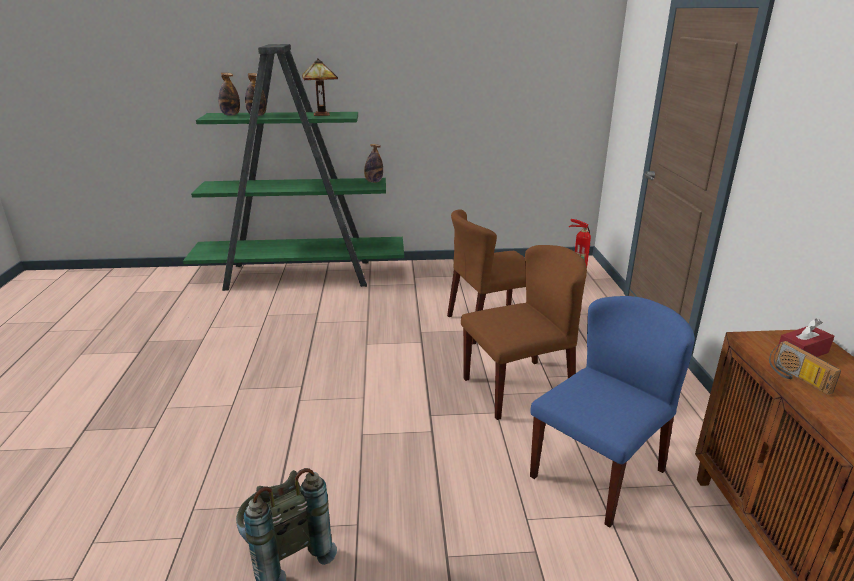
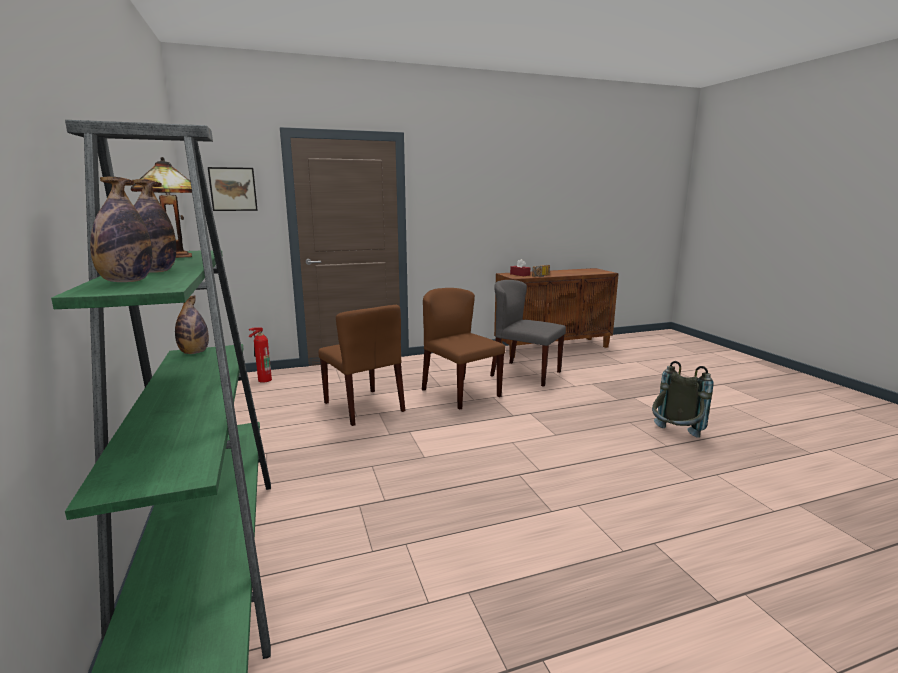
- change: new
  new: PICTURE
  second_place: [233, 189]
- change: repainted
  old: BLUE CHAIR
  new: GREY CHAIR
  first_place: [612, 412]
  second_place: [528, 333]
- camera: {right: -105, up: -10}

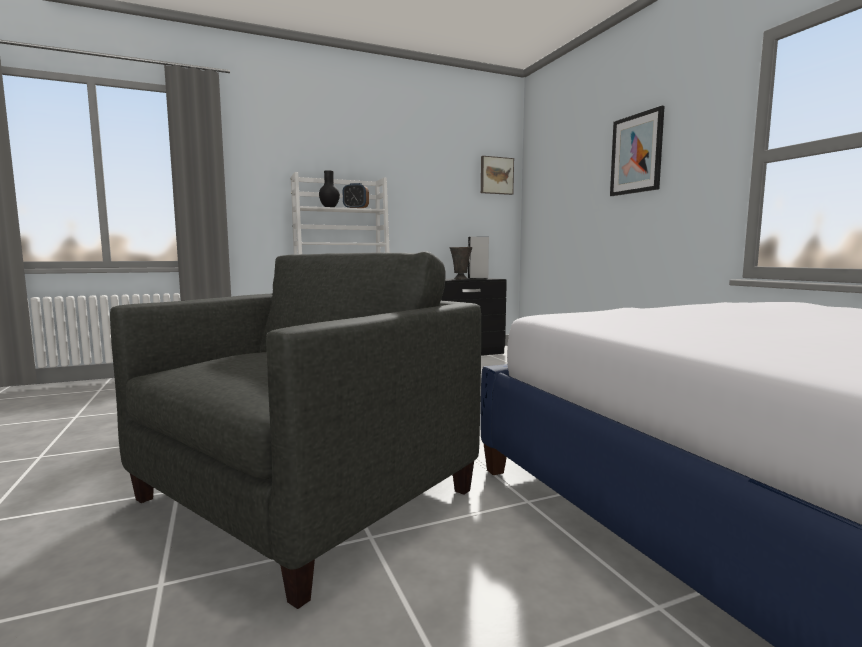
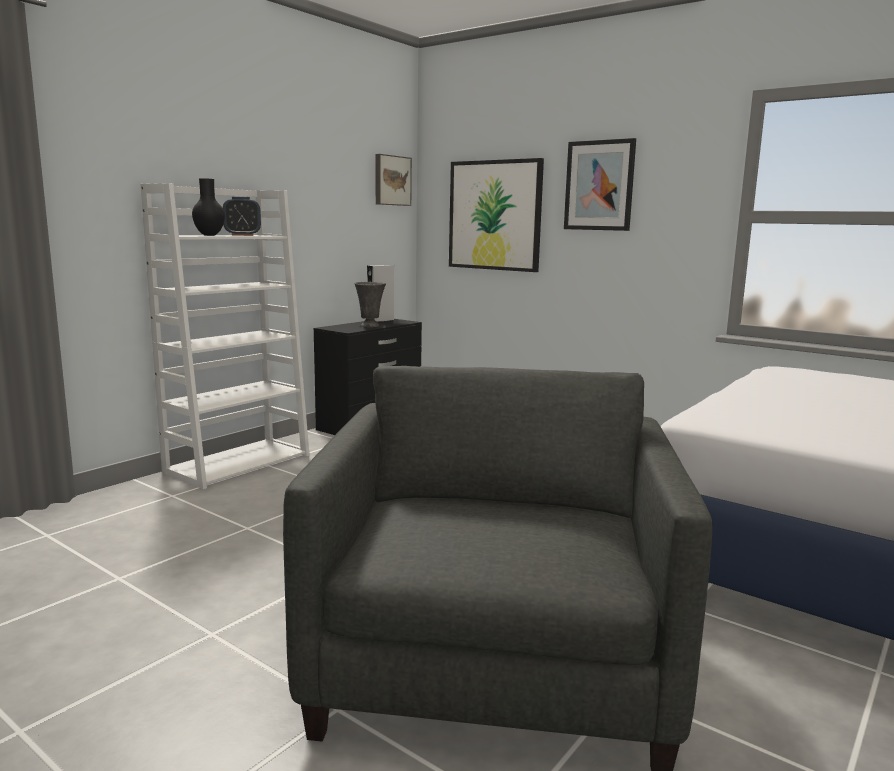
- change: new
  new: PICTURE
  second_place: [496, 215]
- camera: {right: -30, up: 5}

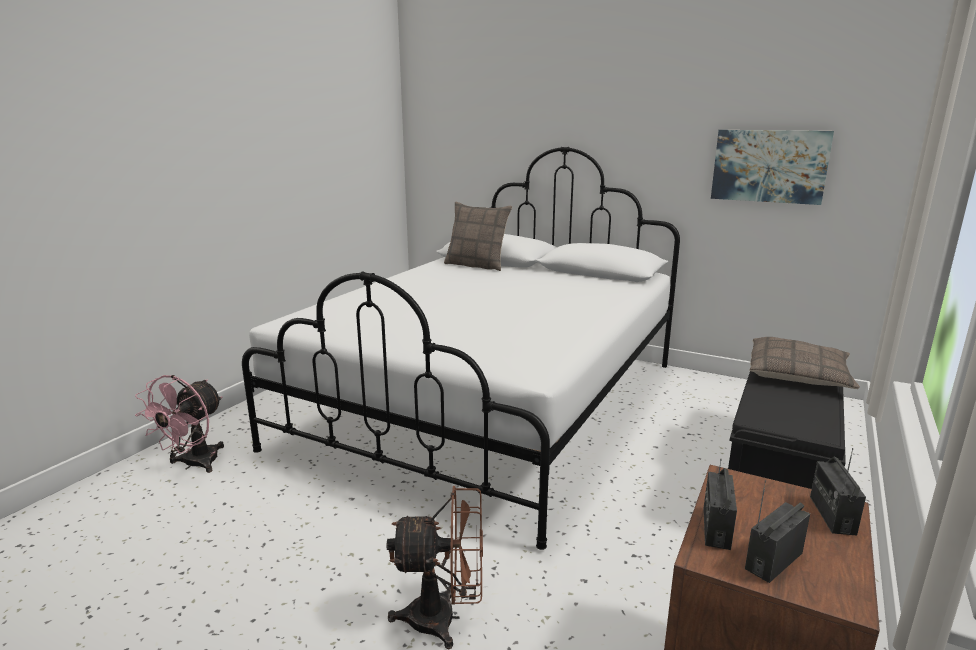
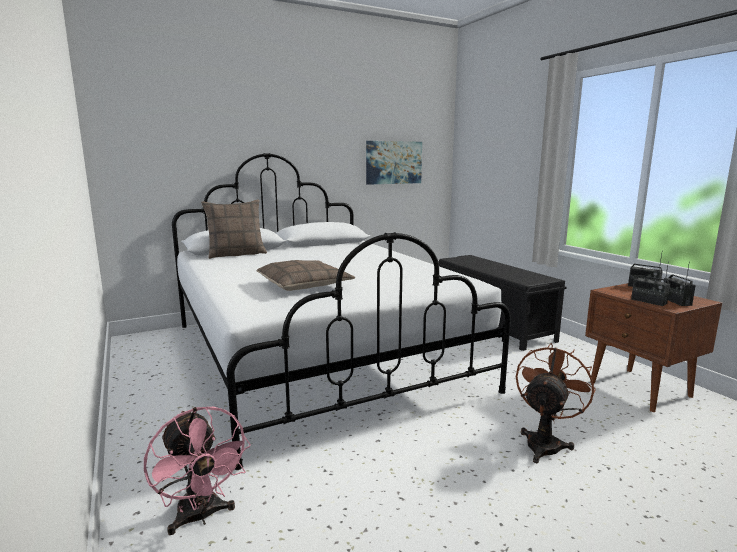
- change: shifted
  old: PILLOW
  first_place: [804, 363]
  second_place: [306, 275]
- camera: {right: -55, up: -5}

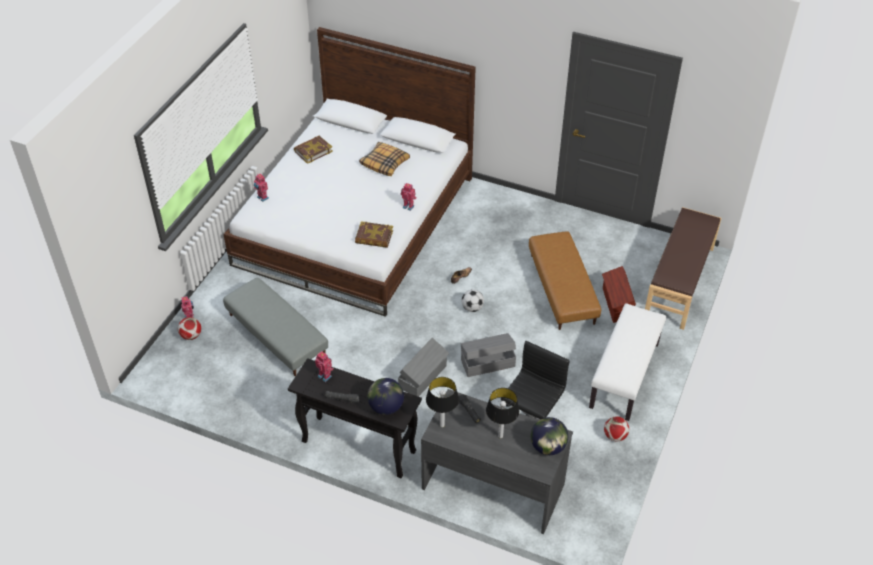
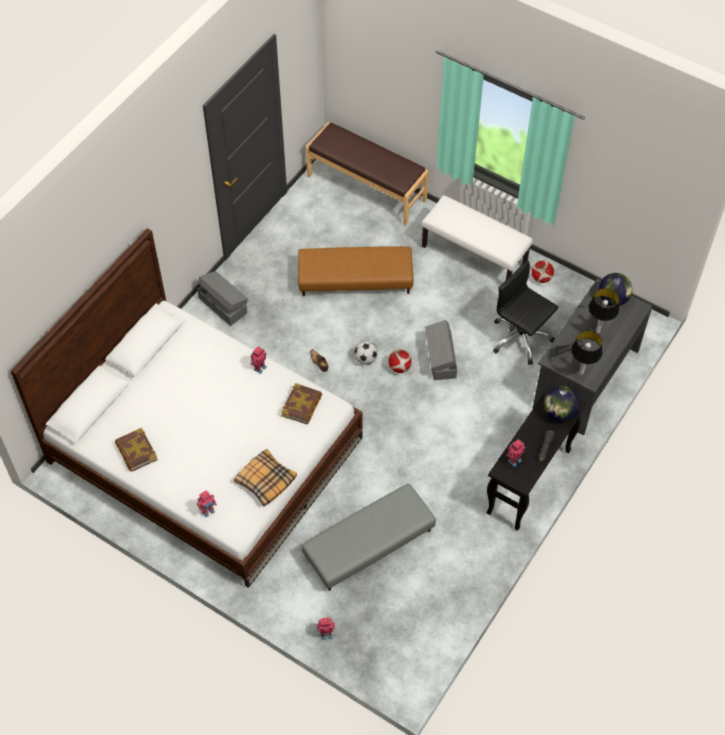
- change: shifted
  old: GREY STORAGE BOX
  first_place: [423, 367]
  second_place: [222, 298]
- change: shifted
  old: PILLOW
  first_place: [384, 159]
  second_place: [265, 478]
- change: shifted
  old: FOOTBALL
  first_place: [189, 328]
  second_place: [400, 361]
- change: gone
  old: BROWN STORAGE BOX
  first_place: [619, 294]
- camera: {right: -80, up: 10}

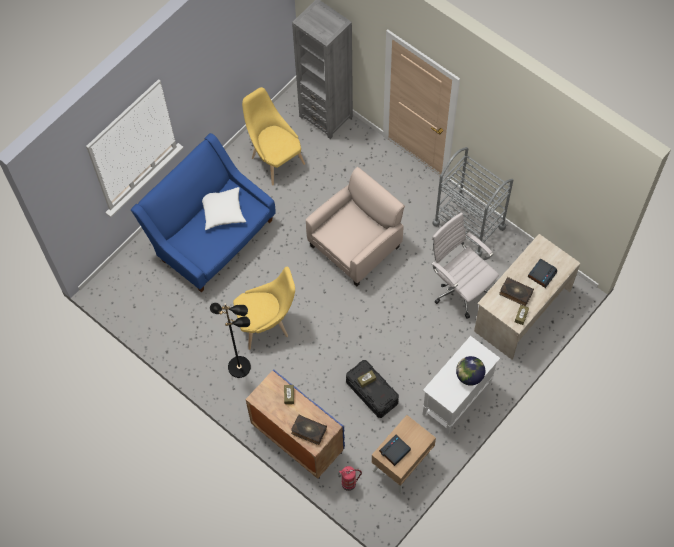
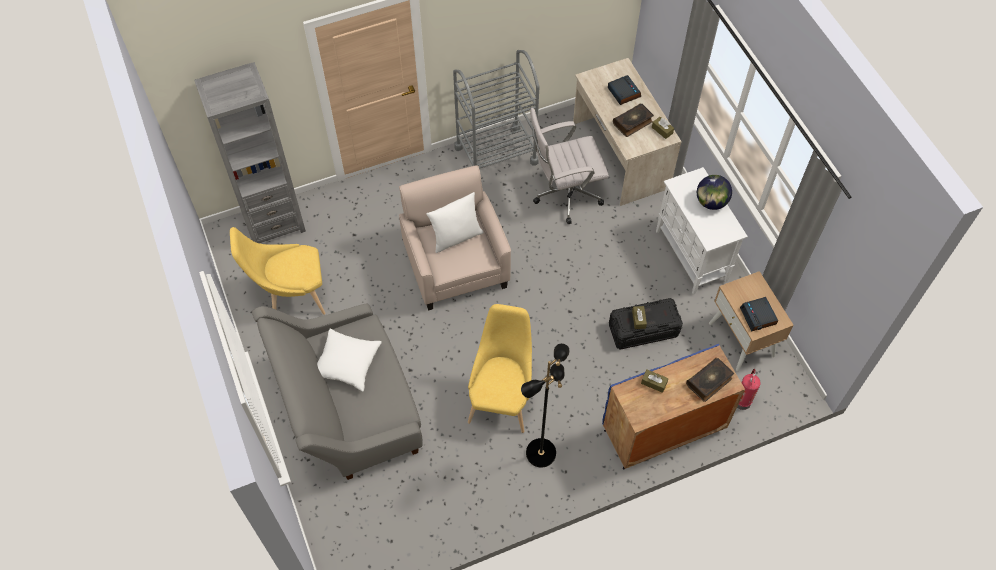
- change: repainted
  old: BLUE SOFA
  new: GREY SOFA
  first_place: [203, 213]
  second_place: [337, 392]
- change: new
  new: WHITE PILLOW
  second_place: [455, 222]
- camera: {right: -65, up: -5}

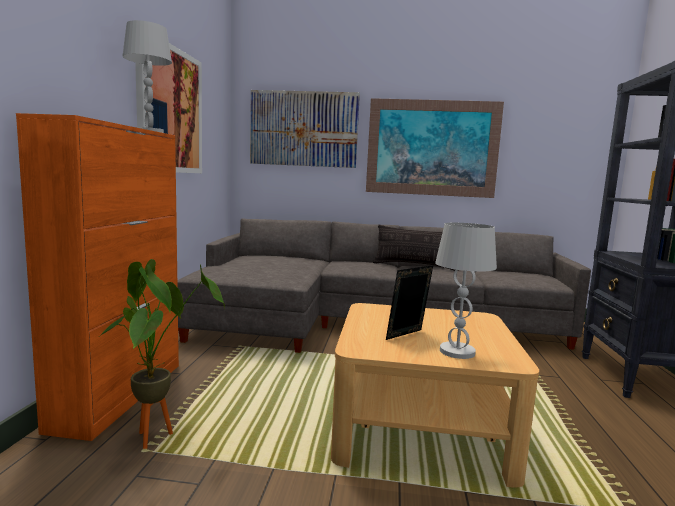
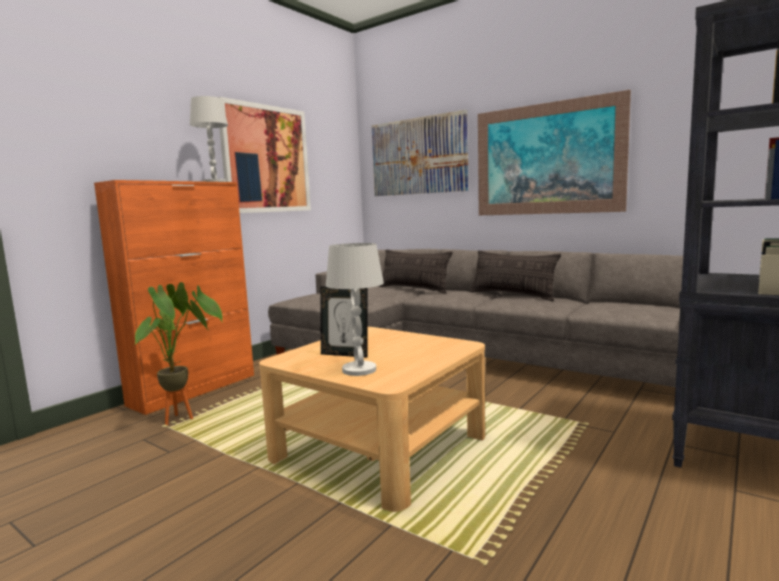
- change: rotated
  old: PICTURE FRAME
  first_place: [409, 302]
  second_place: [344, 322]
  degrees: -150
- change: new
  new: PILLOW
  second_place: [415, 271]
- camera: {right: 30, up: 0}

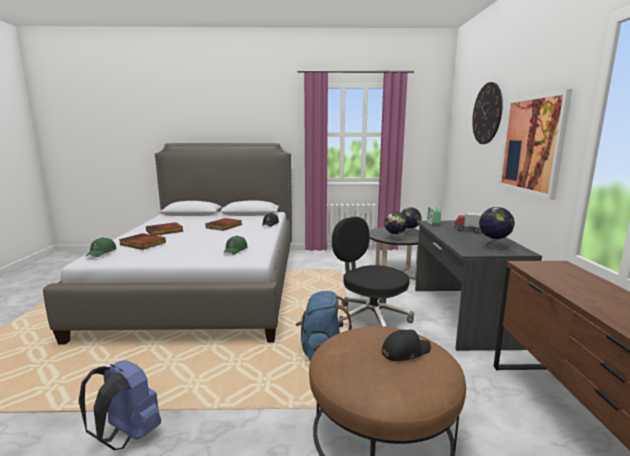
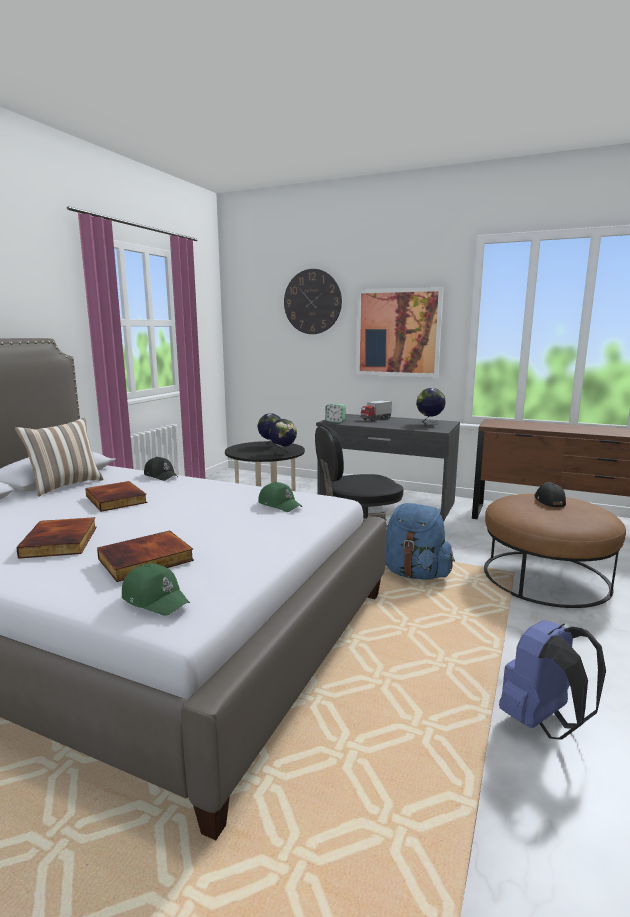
- change: new
  new: PILLOW
  second_place: [59, 457]
- camera: {right: -65, up: 0}

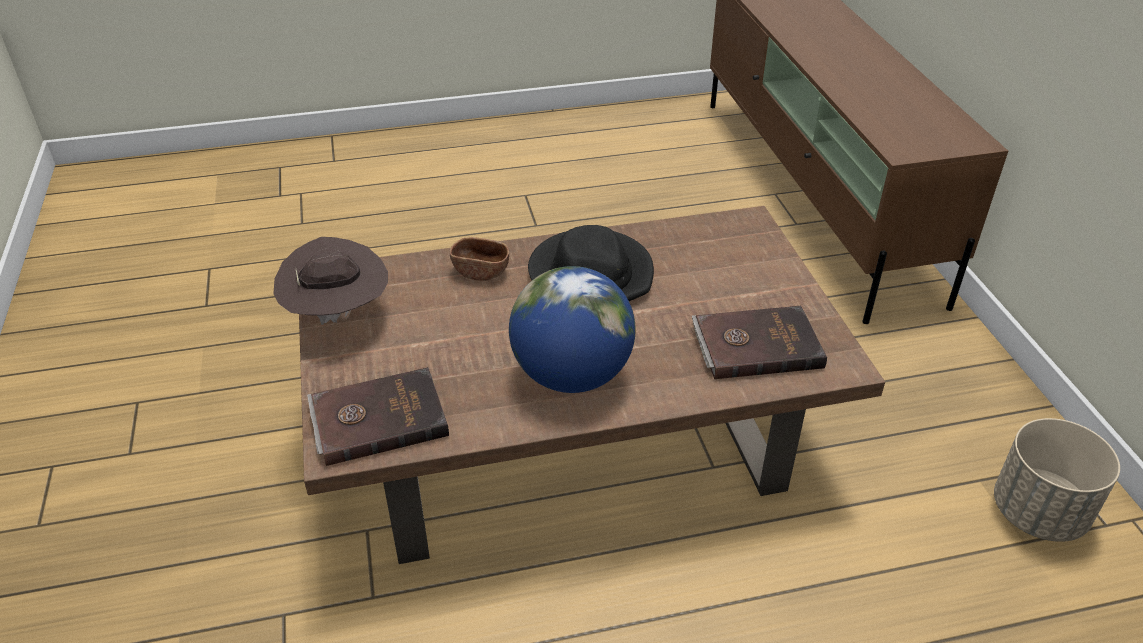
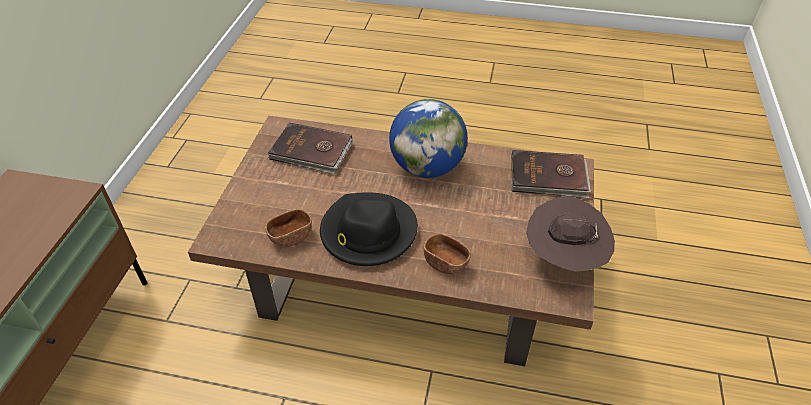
- change: new
  new: BROWN BOWL
  second_place: [288, 228]
- change: gone
  old: BEIGE PLANTER
  first_place: [1057, 480]
- camera: {right: -155, up: 5}

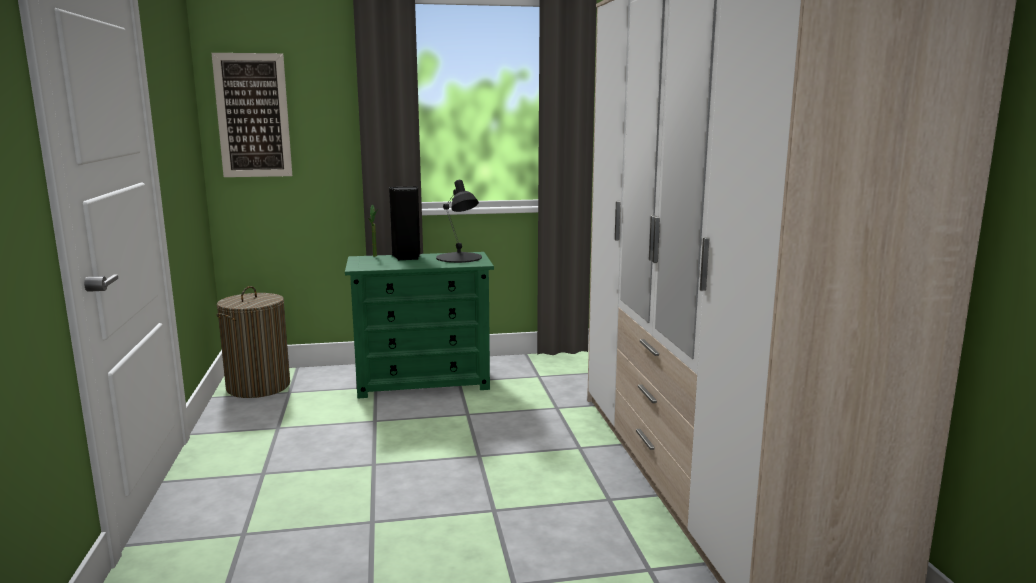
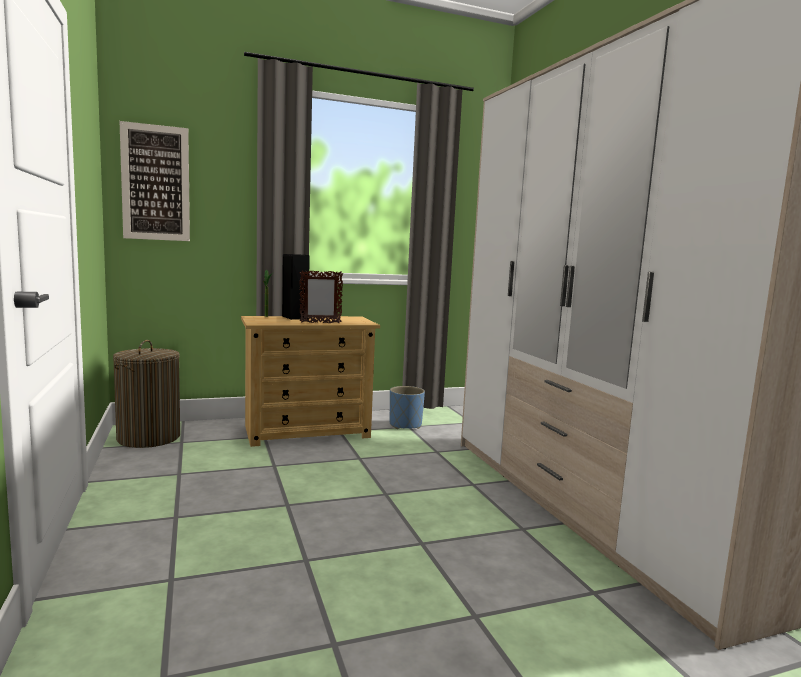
- change: repainted
  old: GREEN DRESSER
  new: BEIGE DRESSER
  first_place: [419, 325]
  second_place: [310, 381]
- change: new
  new: PICTURE FRAME
  second_place: [321, 296]
- change: new
  new: BLUE PLANTER
  second_place: [407, 407]
- change: gone
  old: BLACK TABLE LAMP
  first_place: [459, 221]
- camera: {right: -10, up: -5}

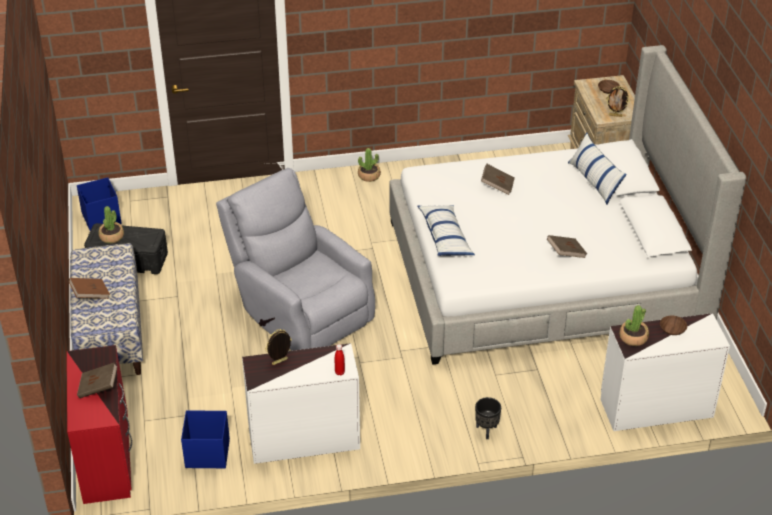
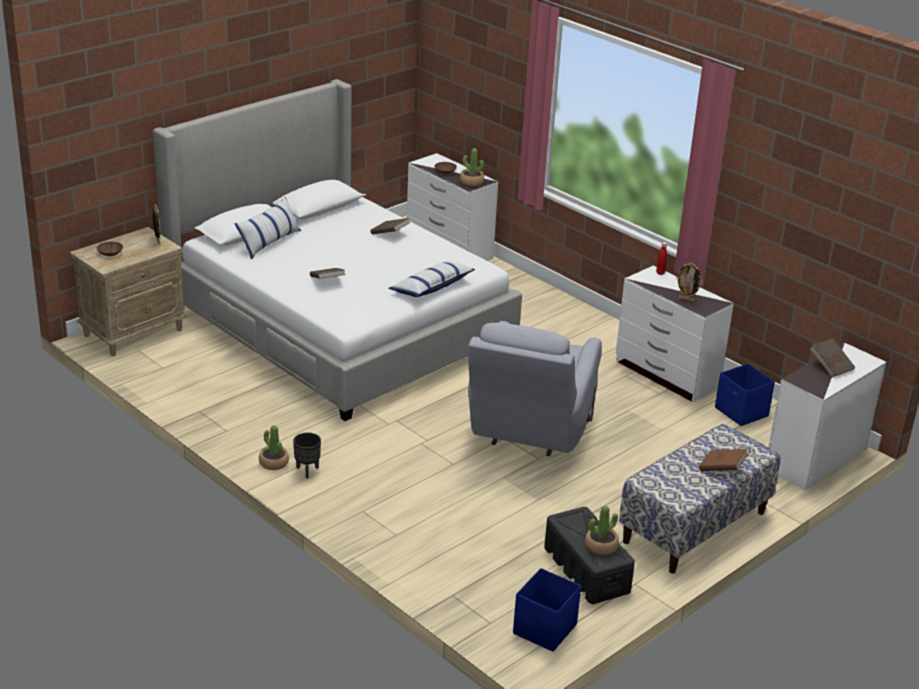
- change: shifted
  old: BLACK PLANTER
  first_place: [488, 418]
  second_place: [307, 455]
- change: repainted
  old: RED DRESSER
  new: WHITE DRESSER
  first_place: [99, 424]
  second_place: [827, 416]
- camera: {right: -125, up: -10}

